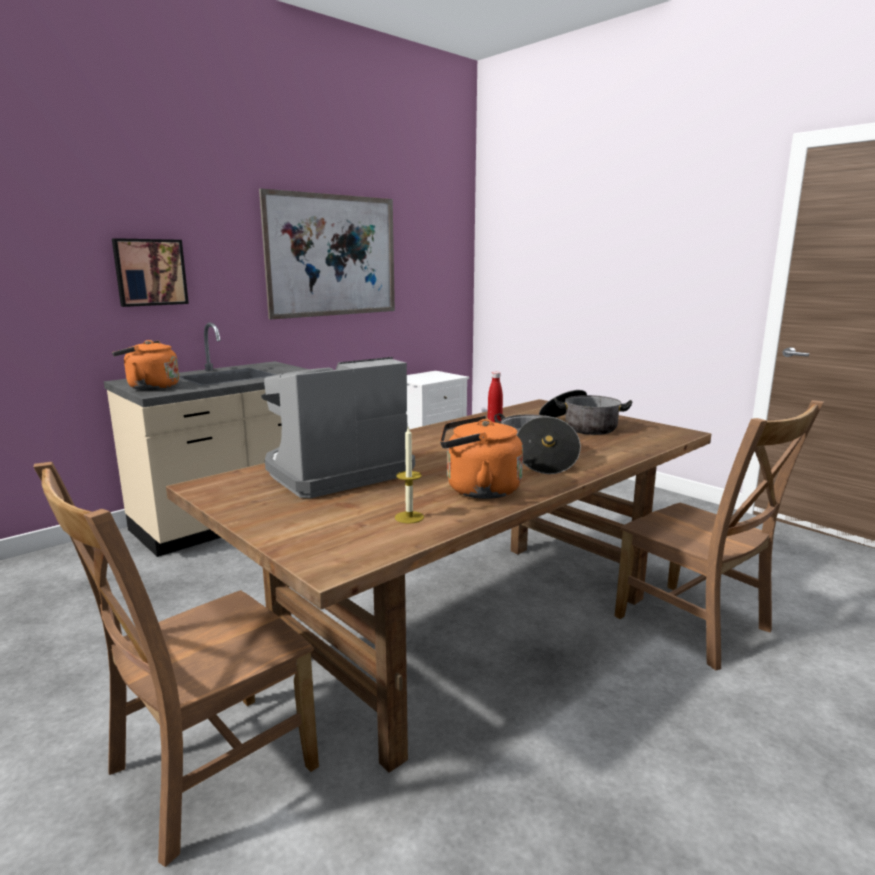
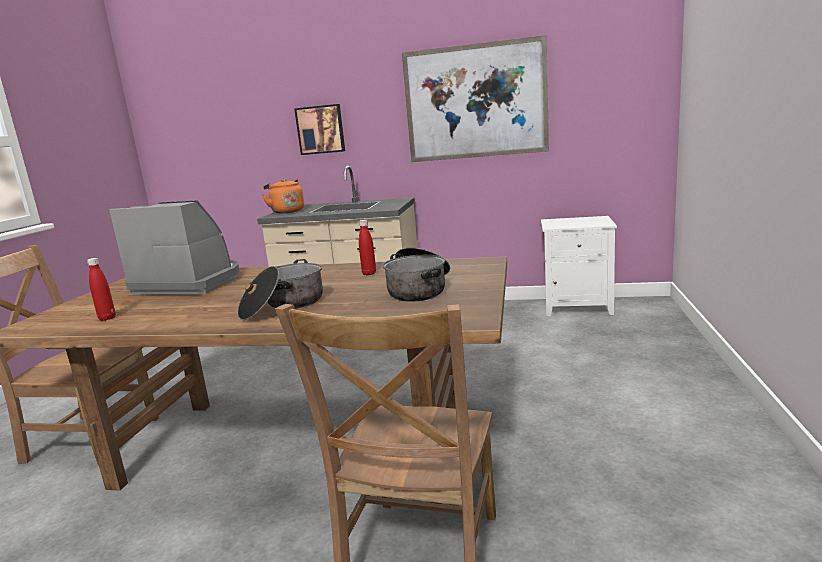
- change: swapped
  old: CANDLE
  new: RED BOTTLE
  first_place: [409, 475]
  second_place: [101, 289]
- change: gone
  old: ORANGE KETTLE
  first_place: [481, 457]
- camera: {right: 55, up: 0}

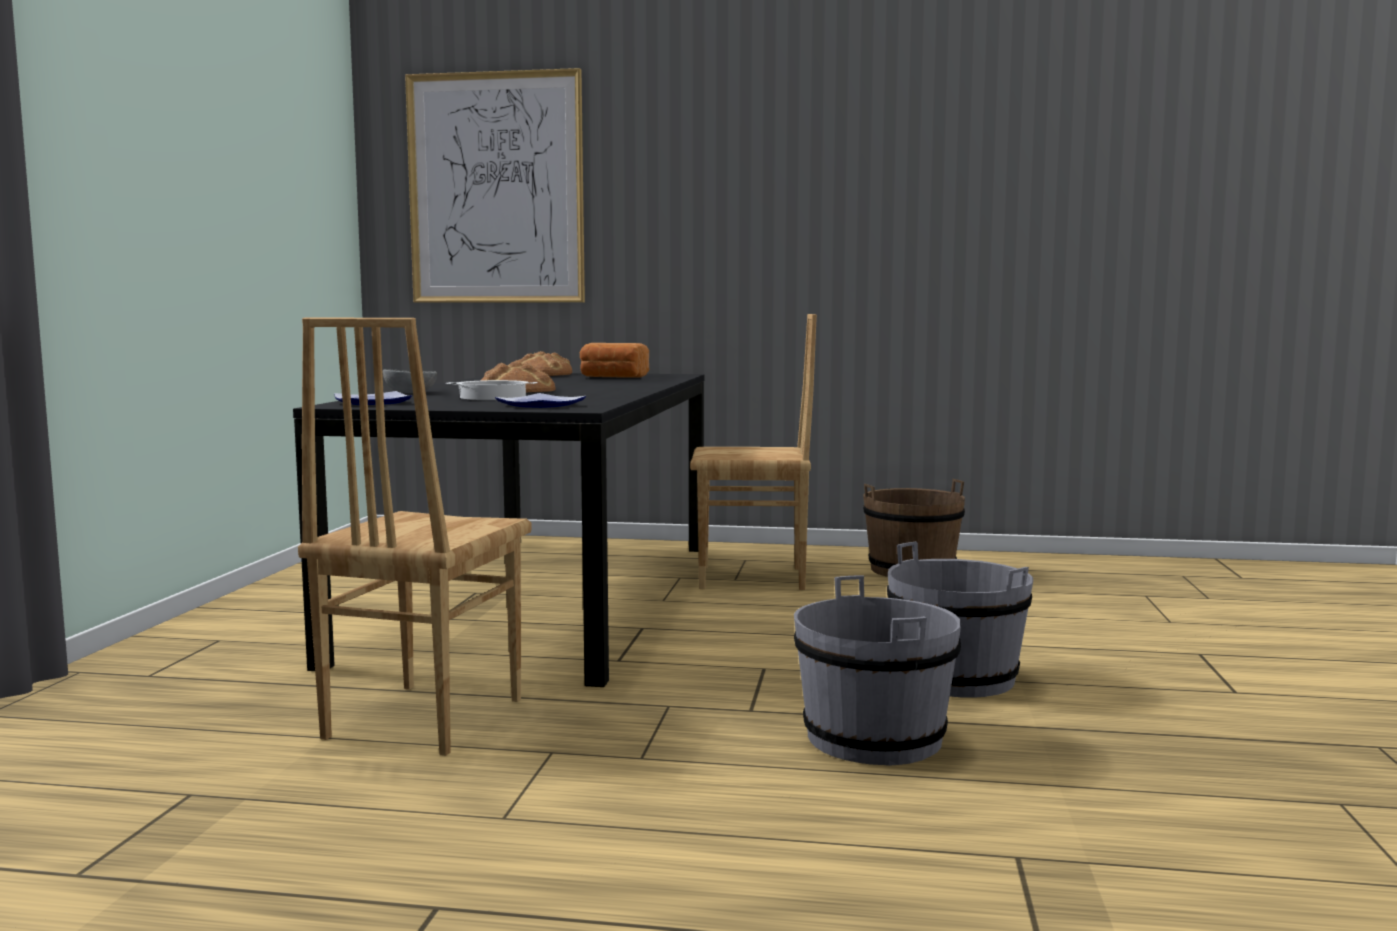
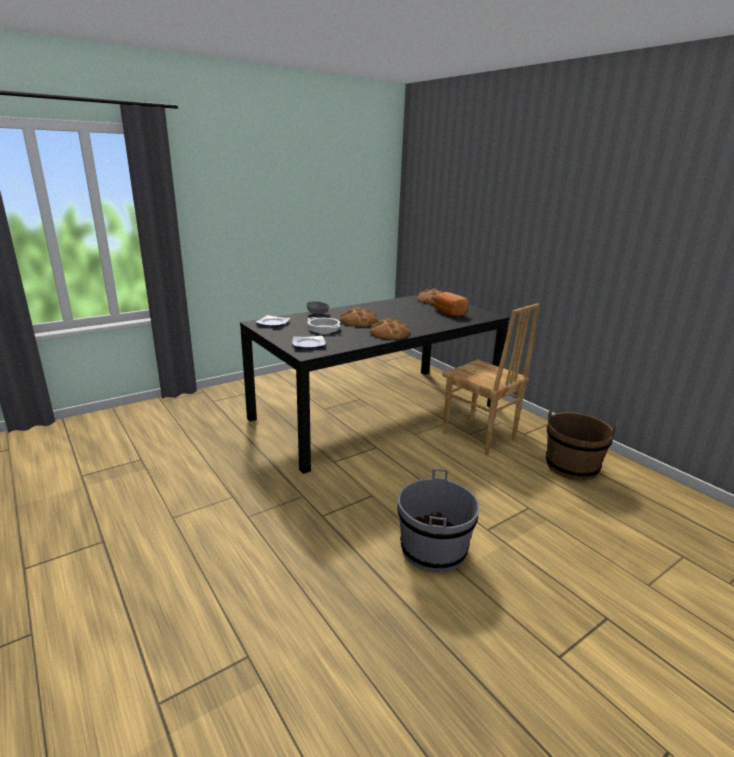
- change: new
  new: BREAD
  second_place: [390, 328]
- change: gone
  old: BROWN CHAIR
  first_place: [414, 536]
- change: gone
  old: PICTURE
  first_place: [495, 185]
- change: gone
  old: GREY BUCKET
  first_place: [877, 670]
- camera: {right: 45, up: 15}

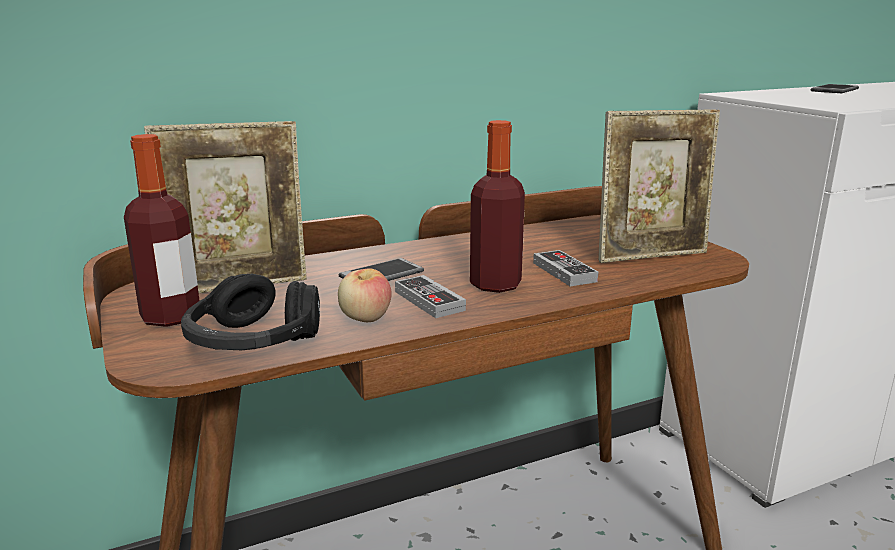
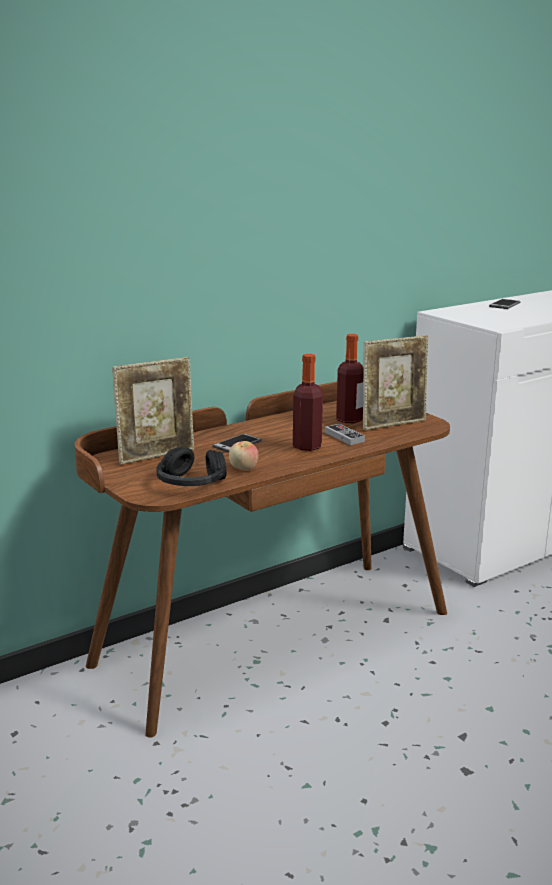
- change: shifted
  old: BOTTLE
  first_place: [162, 230]
  second_place: [349, 378]
- change: gone
  old: GAME CONTROLLER
  first_place: [430, 296]
- camera: {right: -10, up: 0}

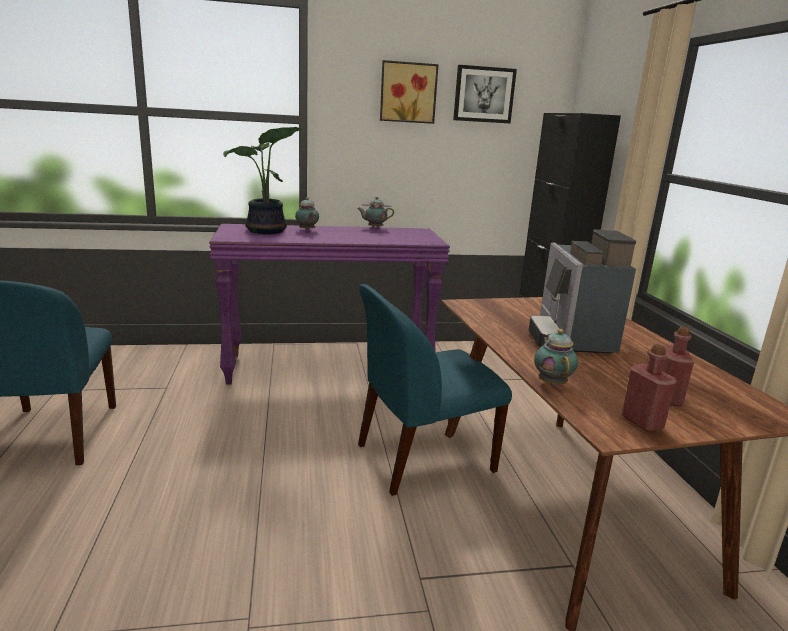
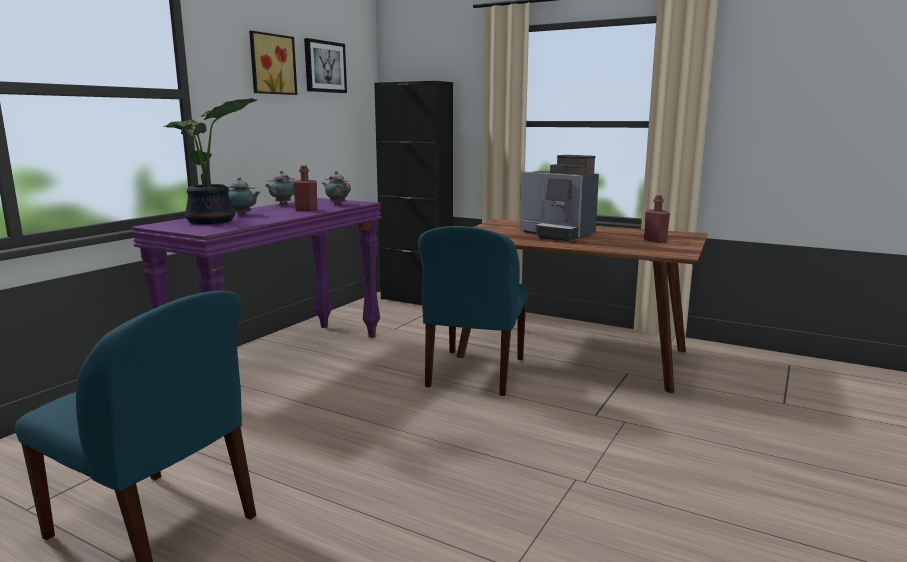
- change: shifted
  old: RED BOTTLE
  first_place: [649, 388]
  second_place: [305, 188]
- change: shifted
  old: TEAPOT
  first_place: [556, 358]
  second_place: [336, 188]
- camera: {right: -50, up: -5}

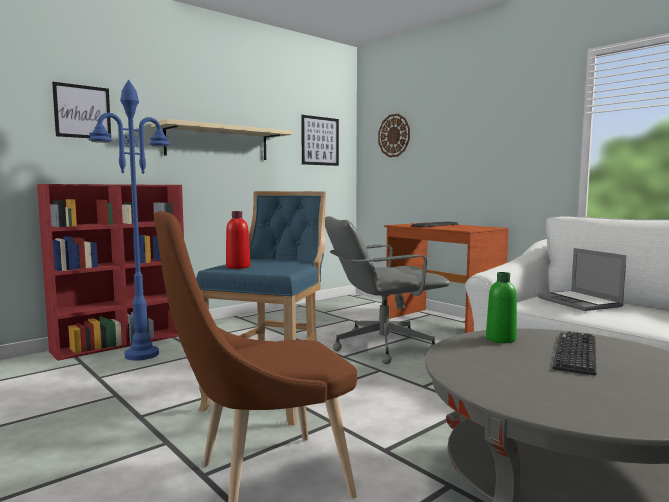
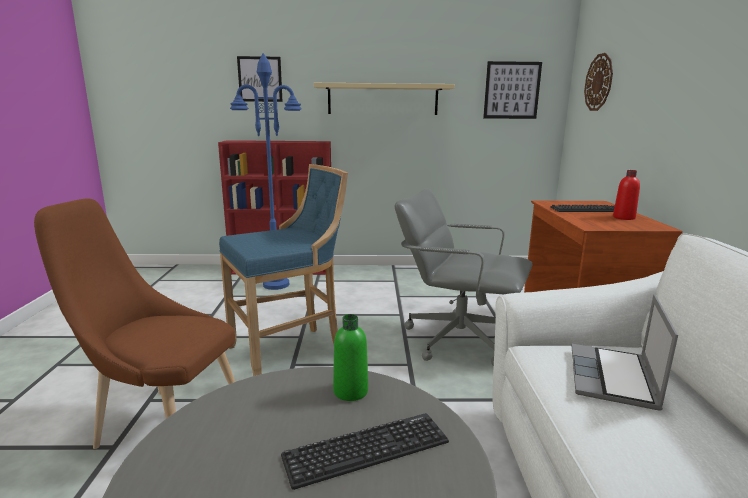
- change: shifted
  old: RED BOTTLE
  first_place: [238, 240]
  second_place: [626, 195]
- camera: {right: 40, up: 10}

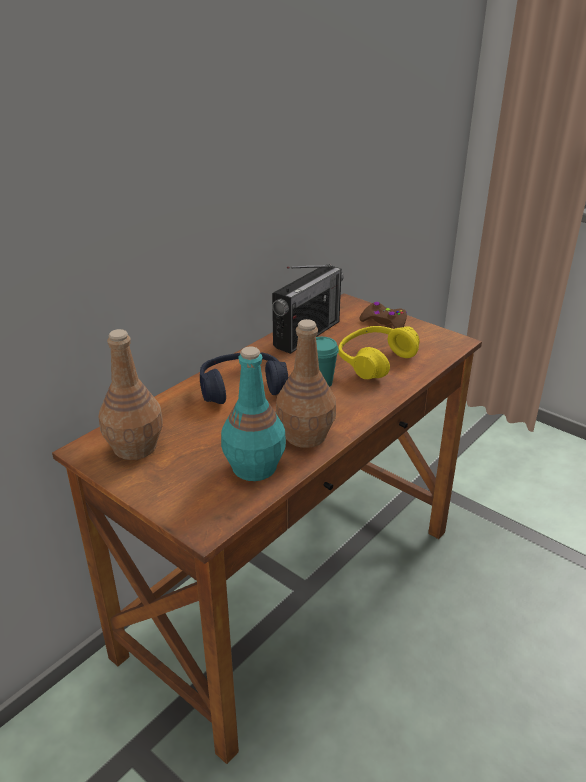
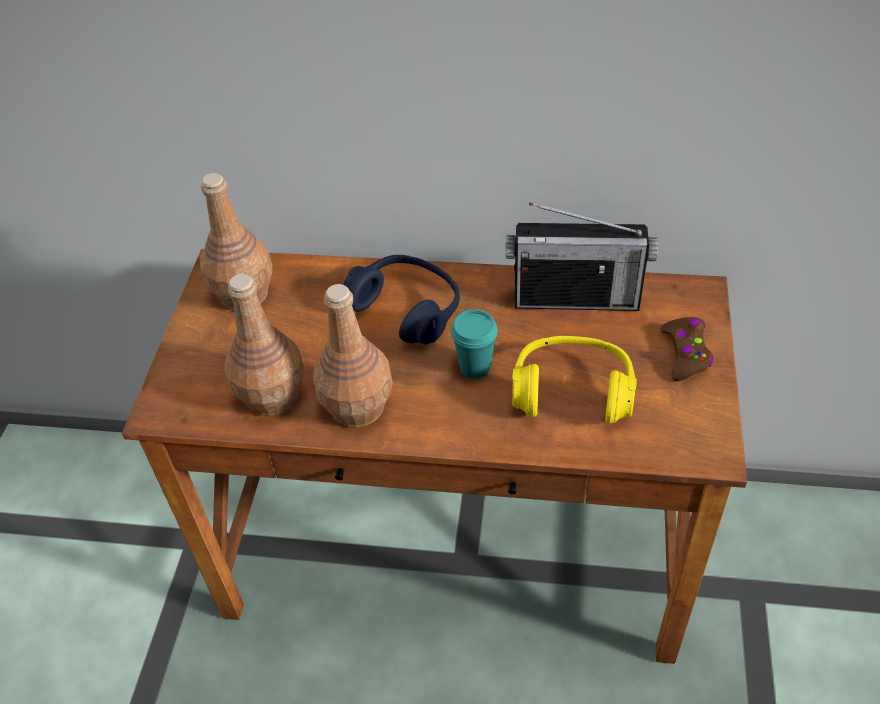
- change: repainted
  old: TURQUOISE BOTTLE
  new: BROWN BOTTLE
  first_place: [253, 413]
  second_place: [264, 345]
- camera: {right: 60, up: 15}

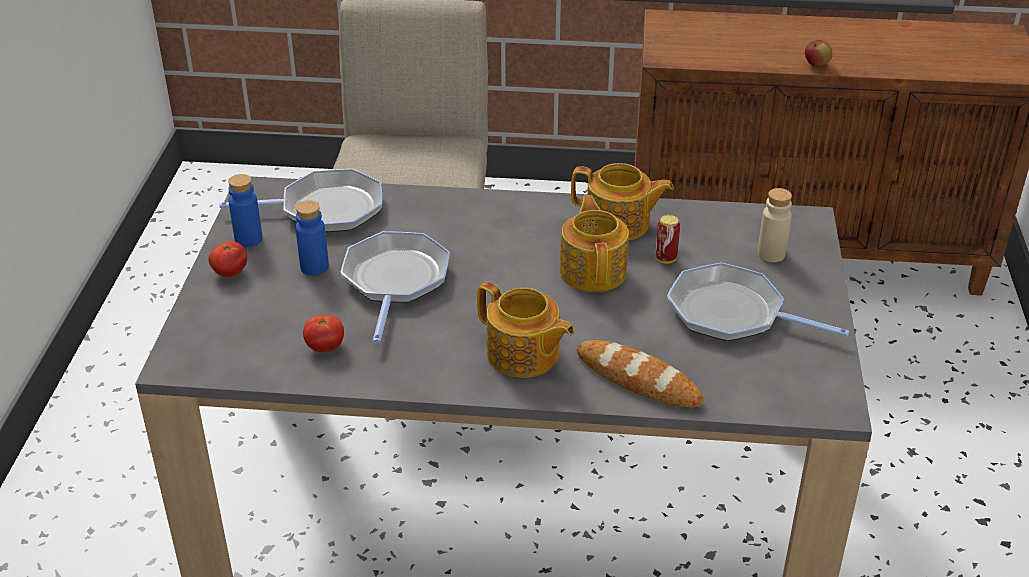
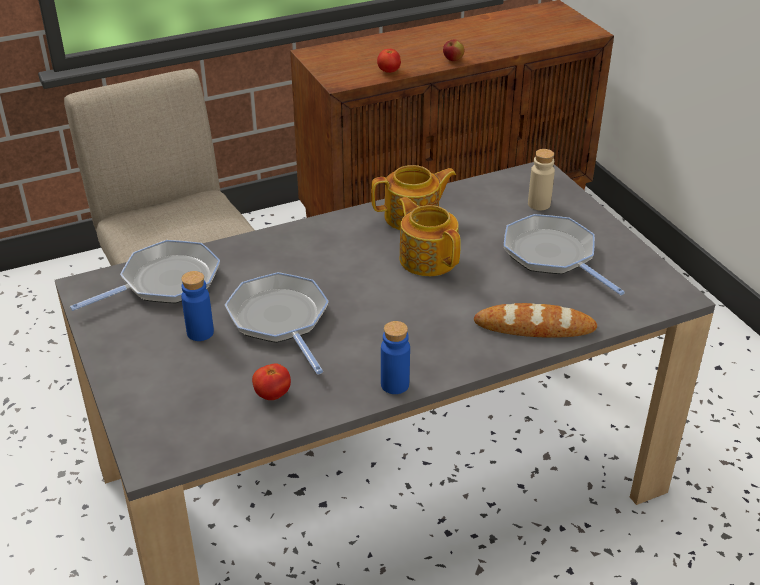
- change: shifted
  old: TOMATO
  first_place: [227, 259]
  second_place: [389, 61]
- change: shifted
  old: BLUE BOTTLE
  first_place: [245, 210]
  second_place: [395, 357]
- change: rotated
  old: FRYING PAN
  first_place: [758, 301]
  second_place: [564, 254]
  degrees: 60
- change: gone
  old: TEAPOT
  first_place: [525, 329]
- change: gone
  old: CAN
  first_place: [667, 239]
- camera: {right: -30, up: 0}

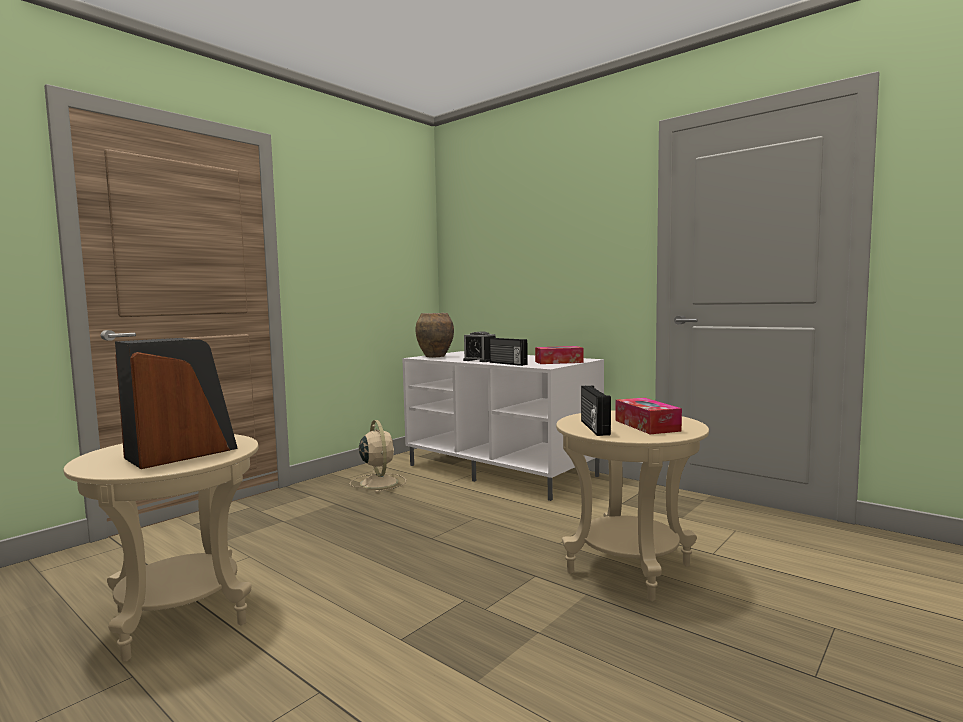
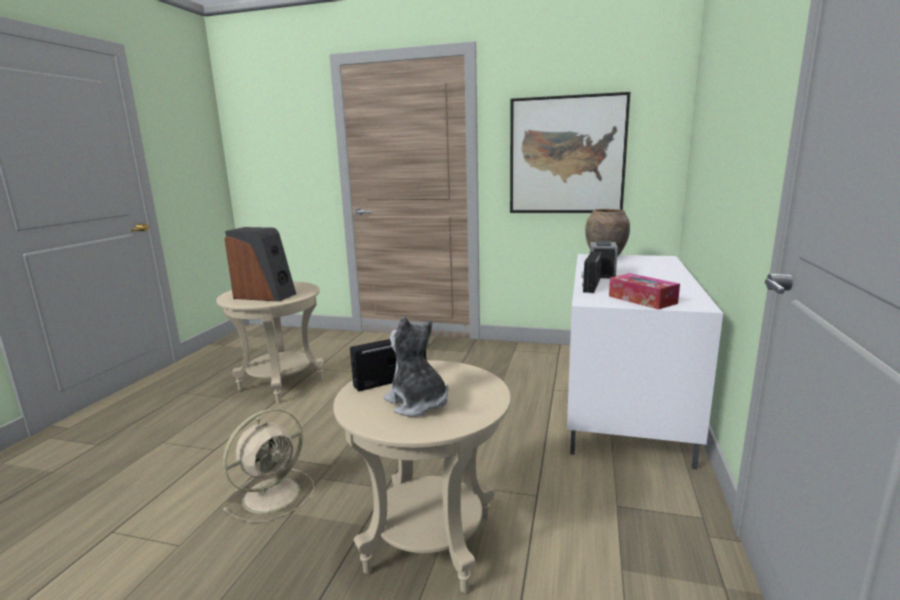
- change: shifted
  old: BEIGE FAN
  first_place: [378, 456]
  second_place: [269, 466]
- change: swapped
  old: TISSUE BOX
  new: PLUSH TOY
  first_place: [648, 416]
  second_place: [416, 366]
- change: new
  new: PICTURE
  second_place: [570, 152]
- camera: {right: 65, up: 10}

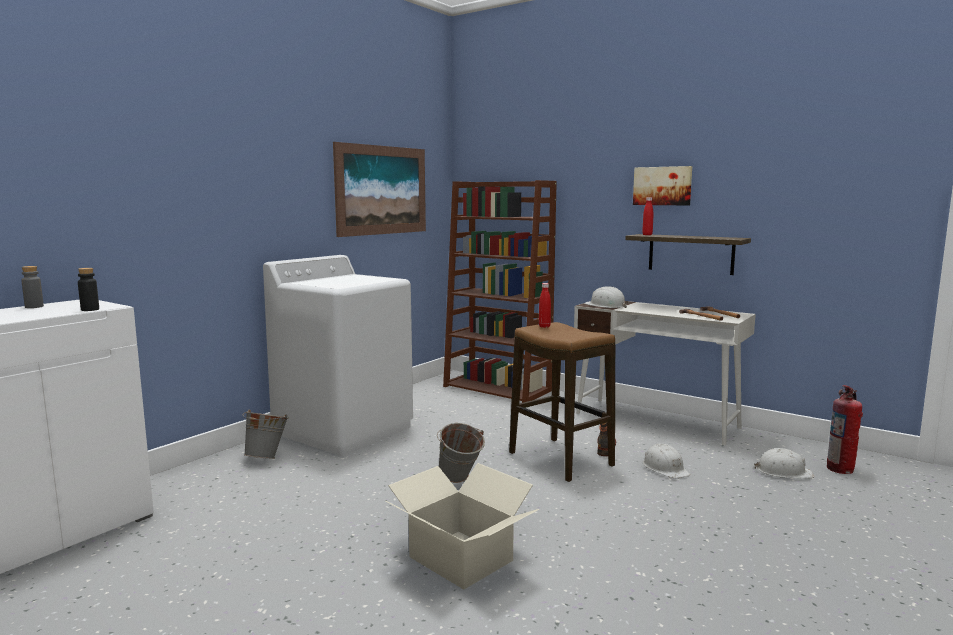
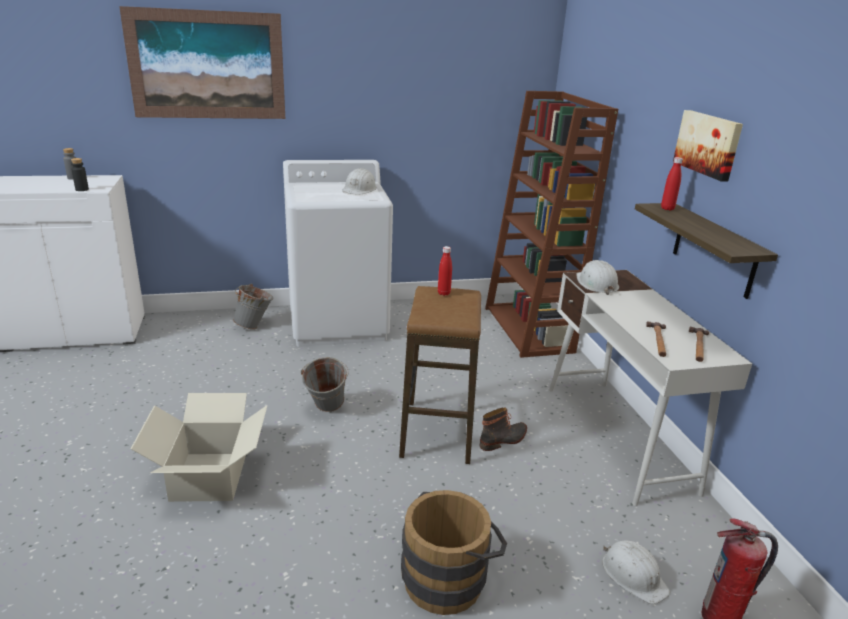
- change: shifted
  old: PICTURE
  first_place: [379, 189]
  second_place: [202, 62]
- change: shifted
  old: WHITE HARD HAT
  first_place: [666, 461]
  second_place: [359, 181]
- change: new
  new: BROWN BUCKET
  second_place: [454, 552]
- camera: {right: 40, up: 15}

